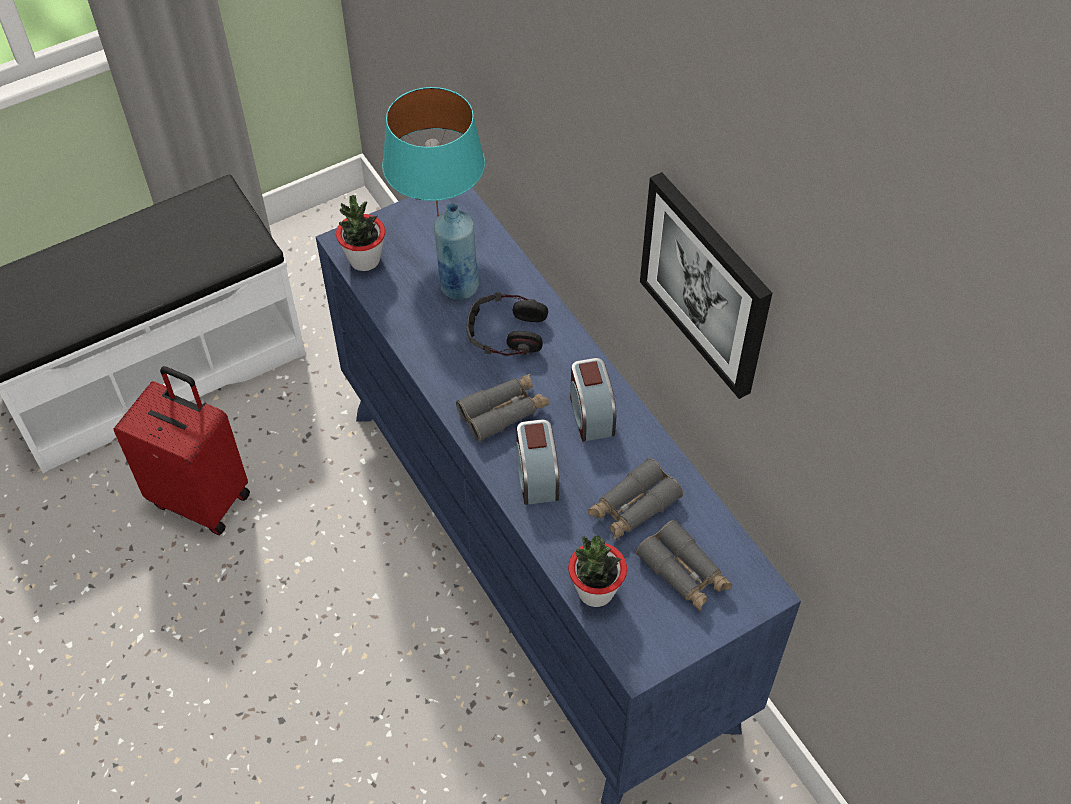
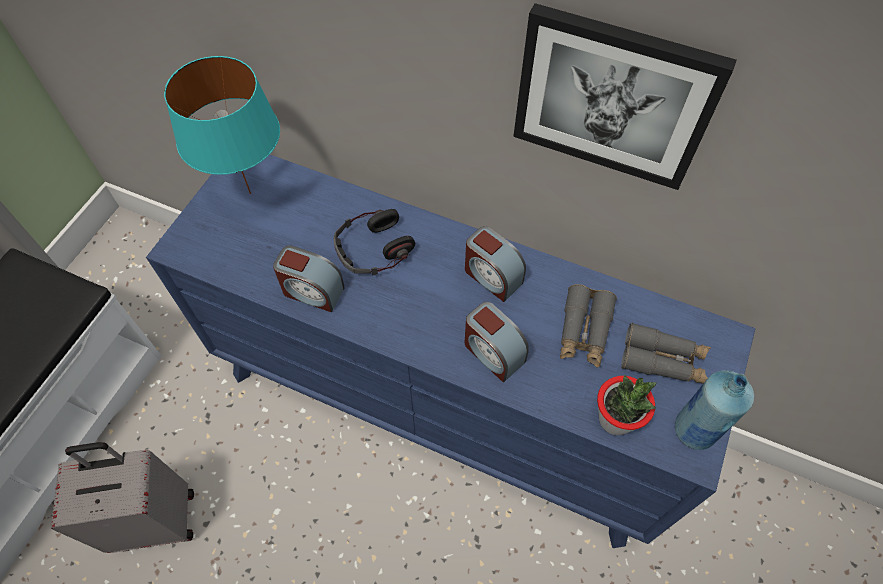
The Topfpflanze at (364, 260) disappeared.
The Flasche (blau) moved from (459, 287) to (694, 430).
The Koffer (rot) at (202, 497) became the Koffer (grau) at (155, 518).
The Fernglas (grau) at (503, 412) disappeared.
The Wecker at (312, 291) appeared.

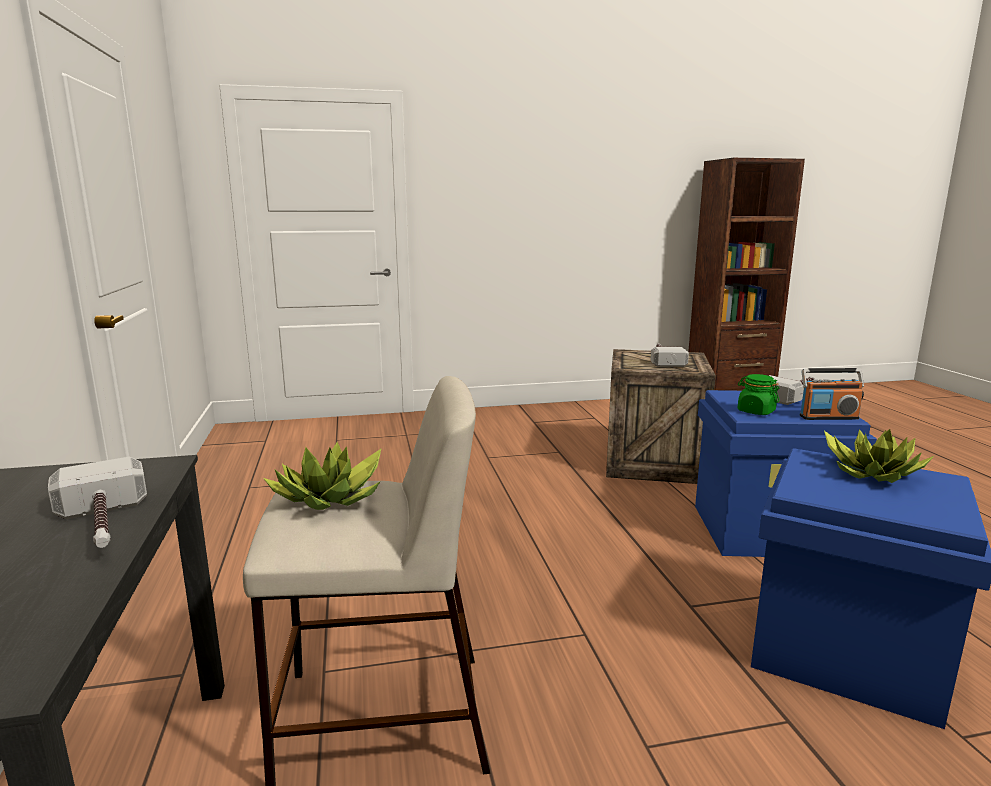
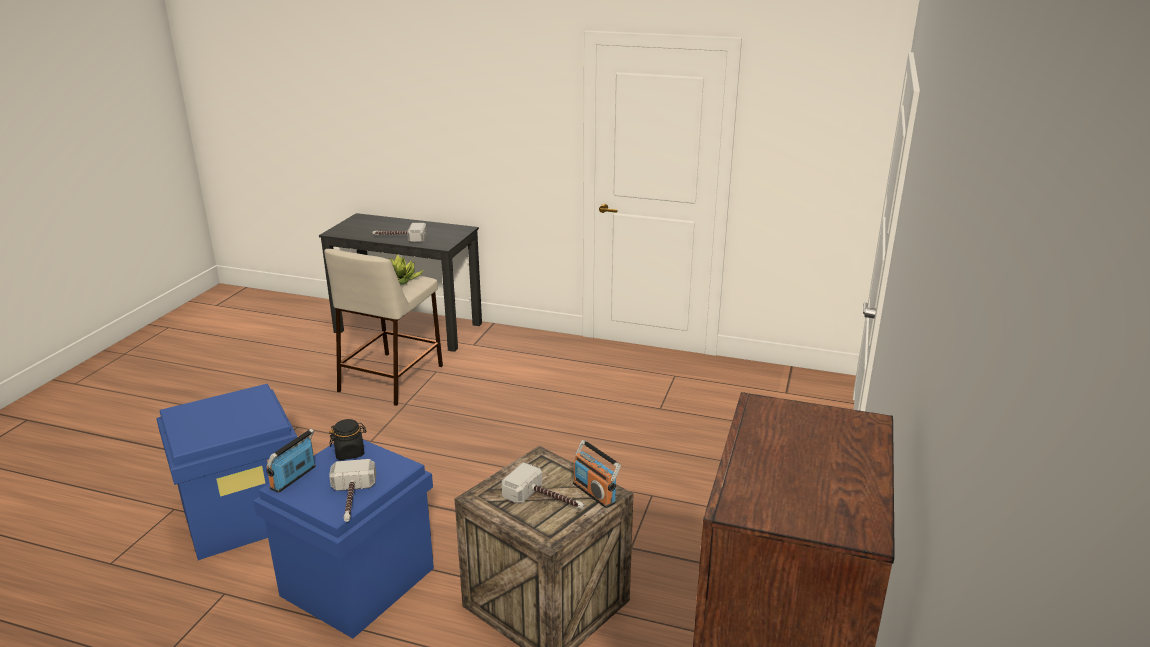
The Vorratsglas (grün) at (755, 411) became the Vorratsglas (schwarz) at (350, 452).
The Topfpflanze at (872, 472) disappeared.
The Radio at (594, 493) appeared.

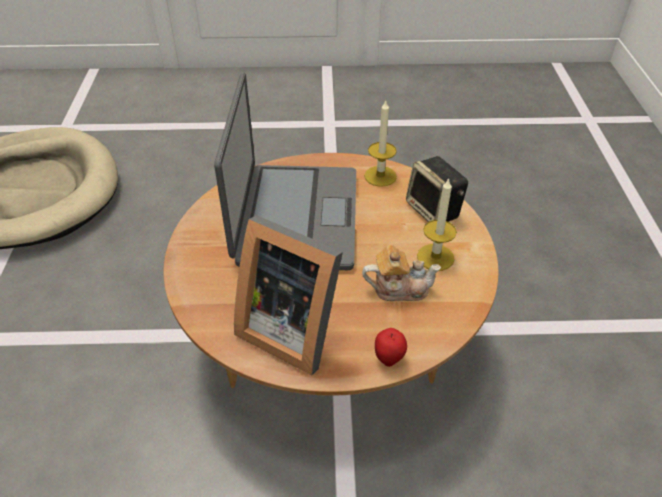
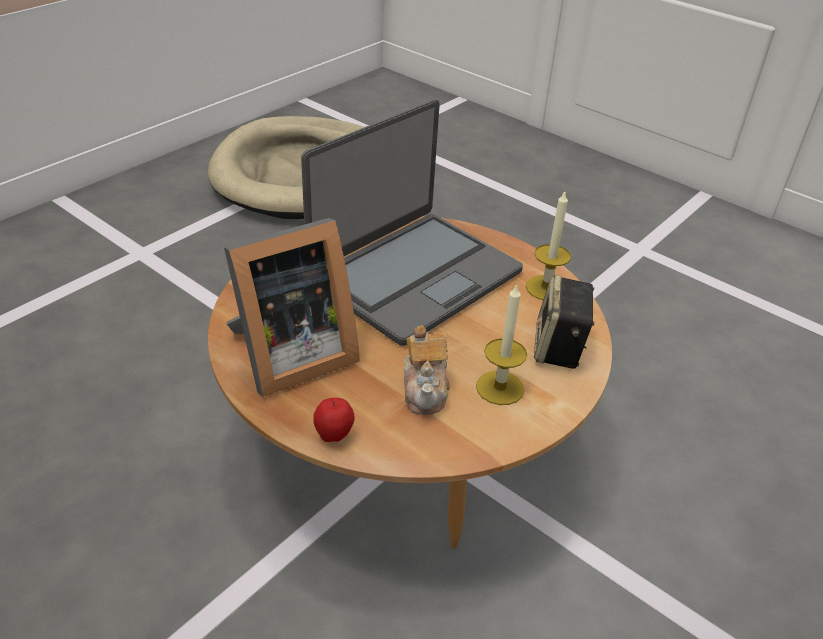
The Bilderrahmen at (291, 328) turned 105 degrees counterclockwise.
The Teekanne at (399, 288) turned 45 degrees clockwise.

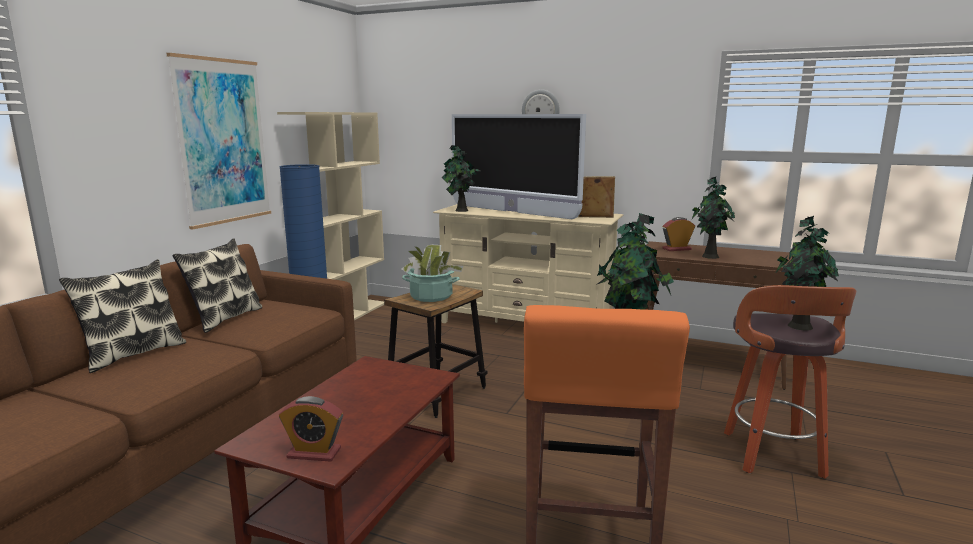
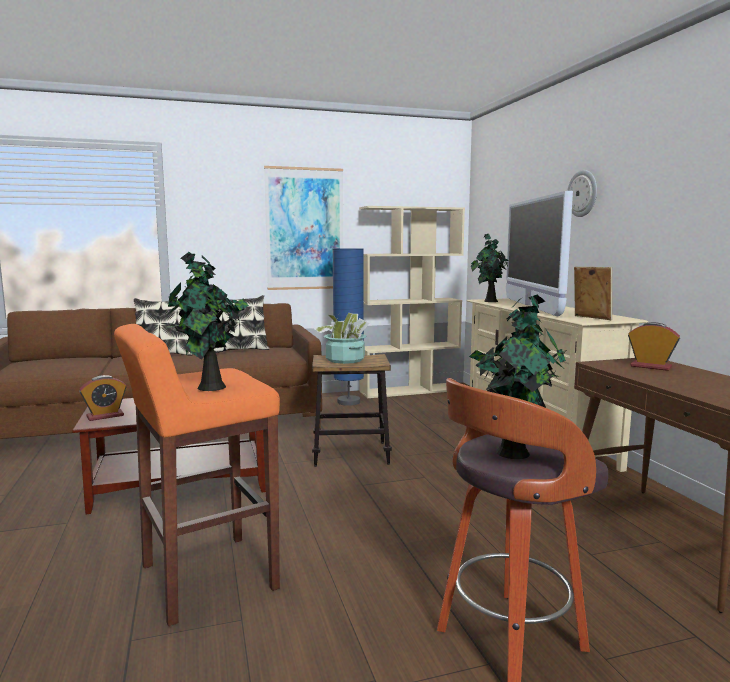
The Topfpflanze at (709, 256) disappeared.
The Wecker at (314, 453) turned 90 degrees counterclockwise.

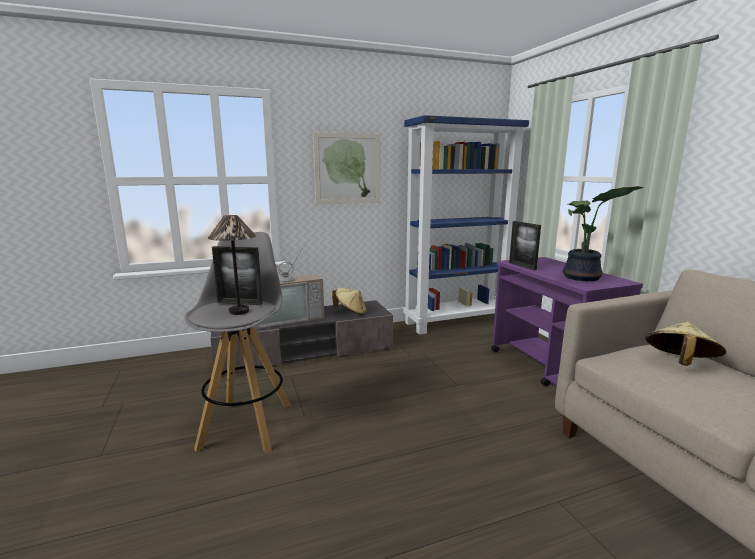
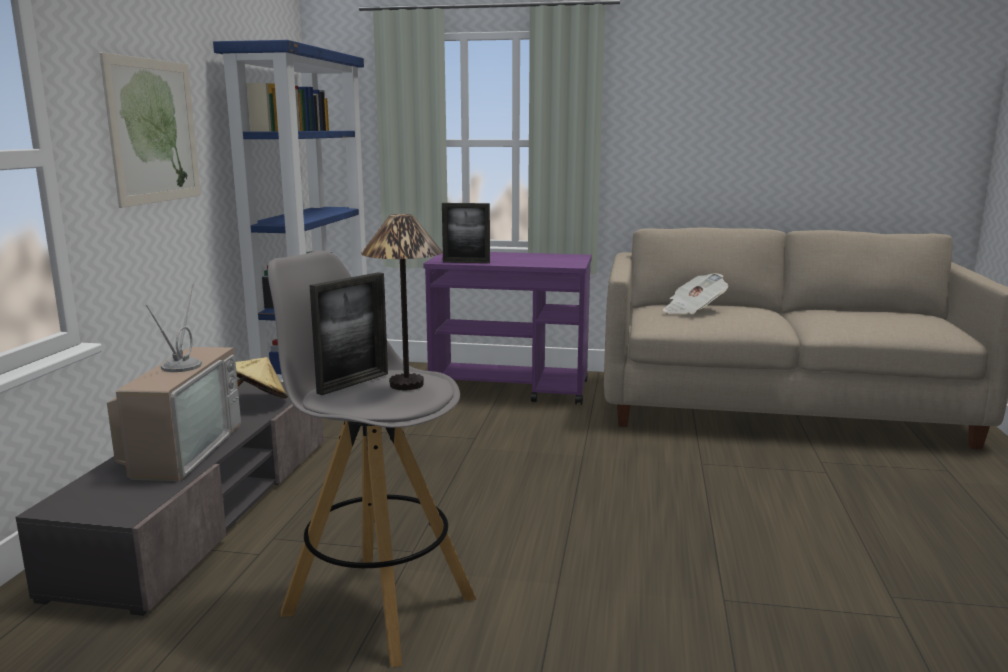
The Topfpflanze at (582, 278) disappeared.
The Hut (beige) at (679, 363) was replaced by the Zeitung at (693, 310).

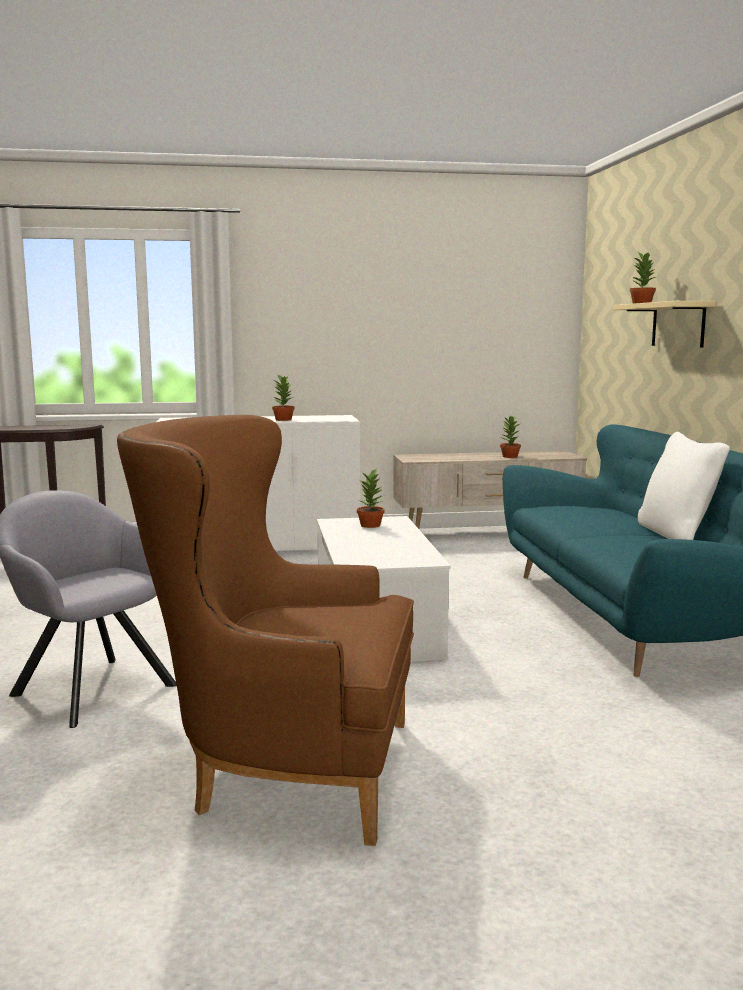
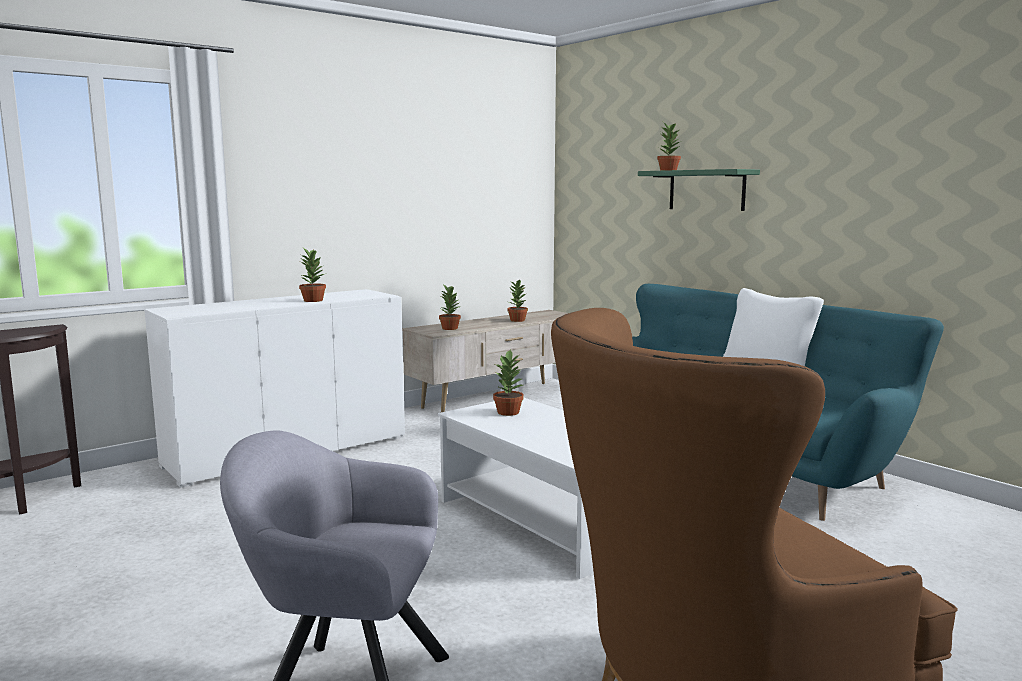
The Wandregal (beige) at (678, 324) became the Wandregal (grün) at (706, 190).
The Topfpflanze at (449, 328) appeared.

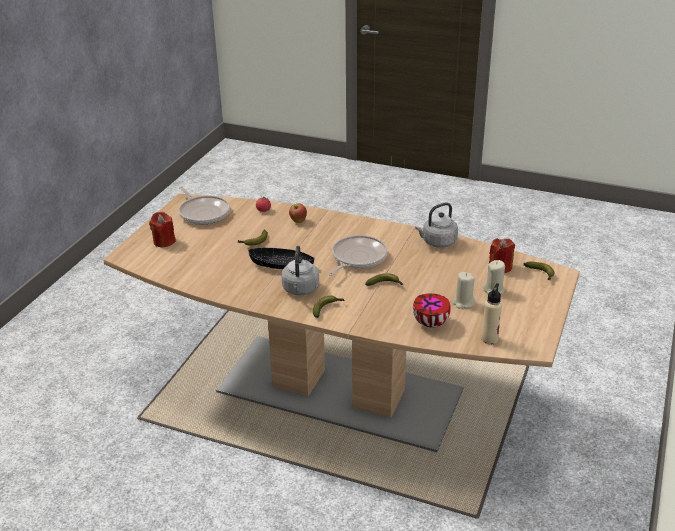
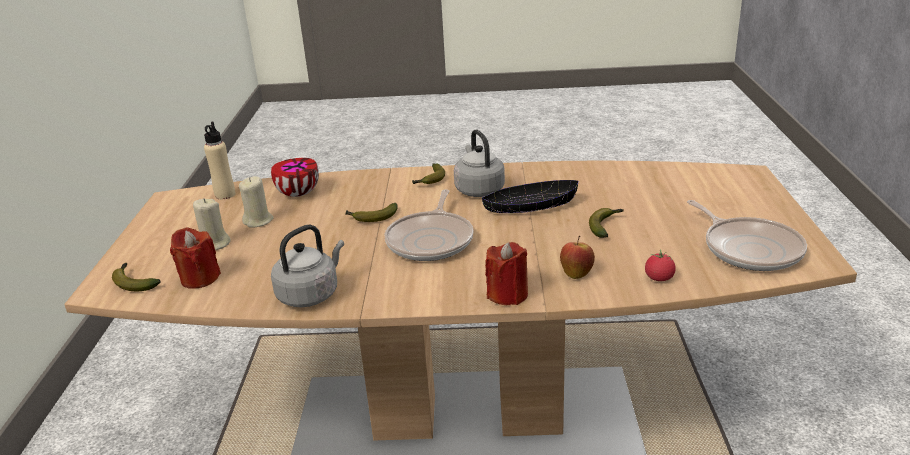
The Pfanne at (203, 213) turned 150 degrees counterclockwise.
The Kerze (rot) moved from (164, 241) to (507, 295).

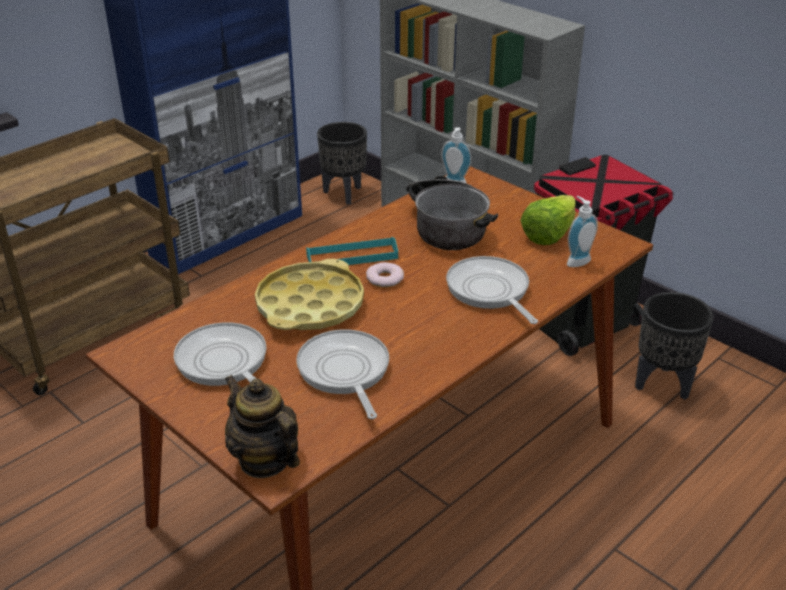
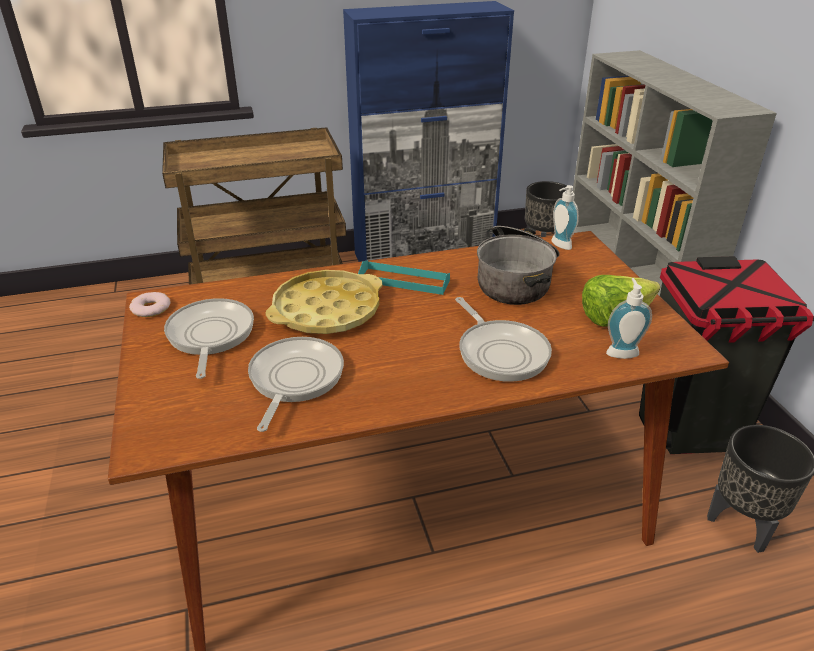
The Pfanne at (489, 291) turned 150 degrees clockwise.
The Donut moved from (384, 278) to (151, 308).
The Teekanne at (264, 460) disappeared.

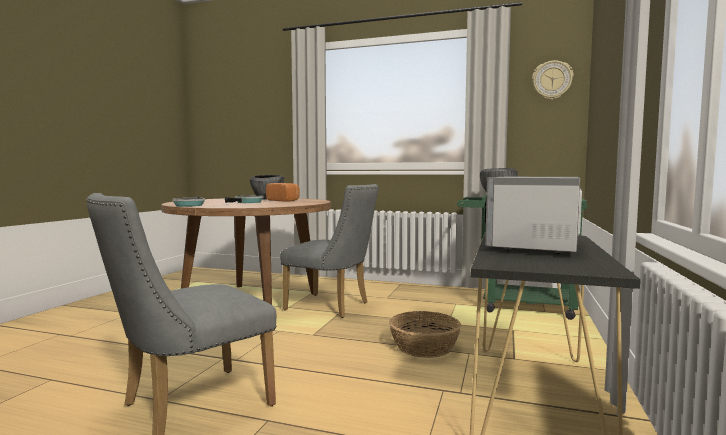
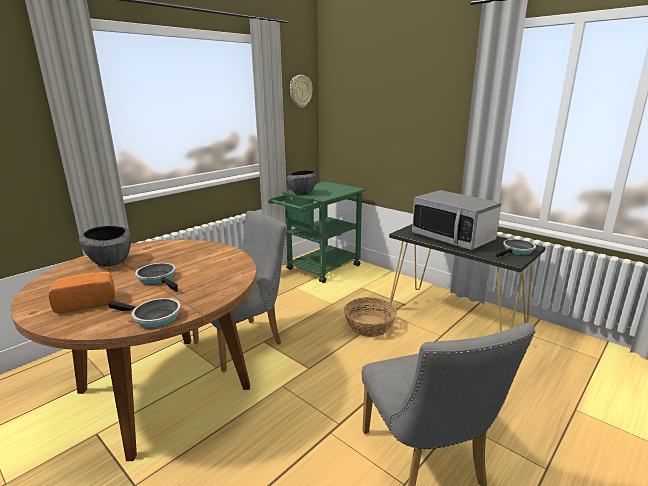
The Brot moved from (284, 200) to (87, 303).
The Pfanne at (516, 251) appeared.

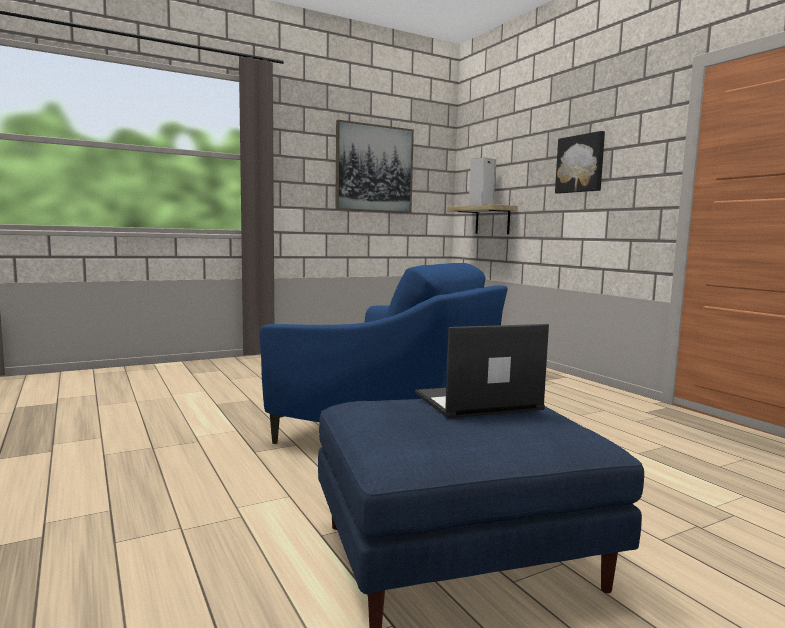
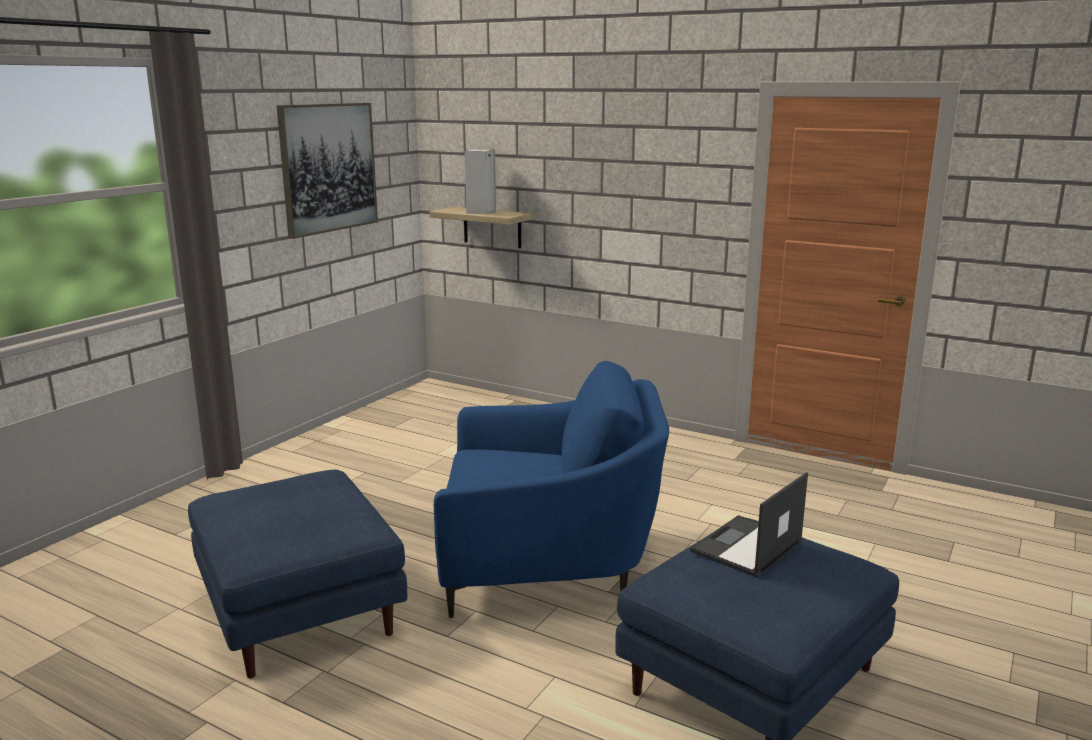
The Bild at (580, 164) disappeared.
The Polsterhocker (blau) at (300, 610) appeared.

